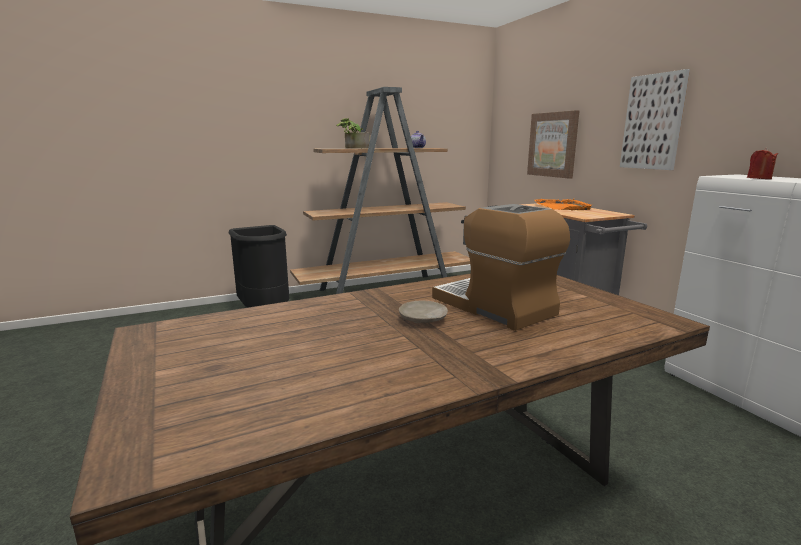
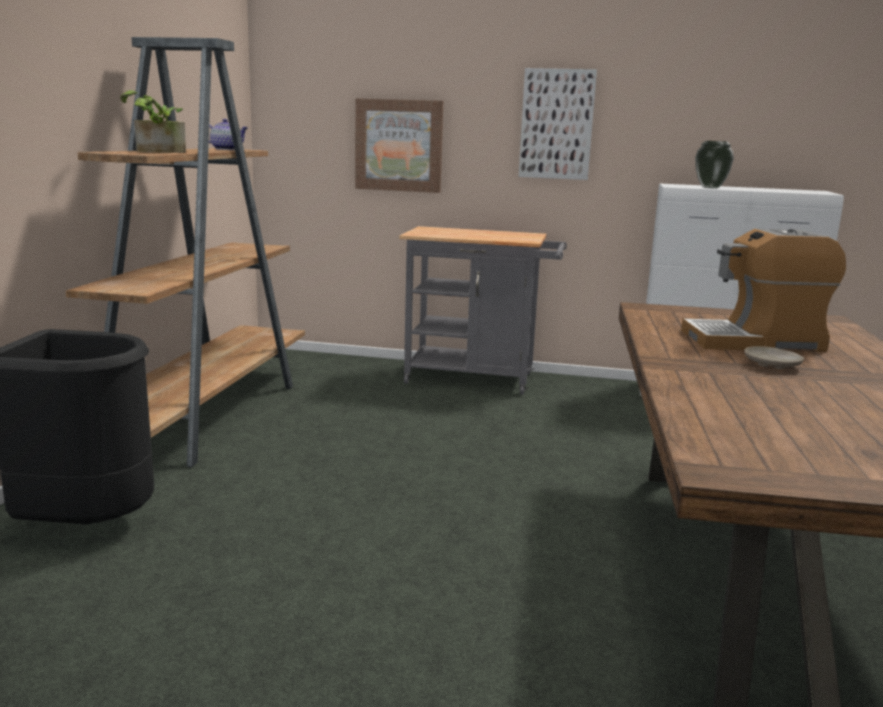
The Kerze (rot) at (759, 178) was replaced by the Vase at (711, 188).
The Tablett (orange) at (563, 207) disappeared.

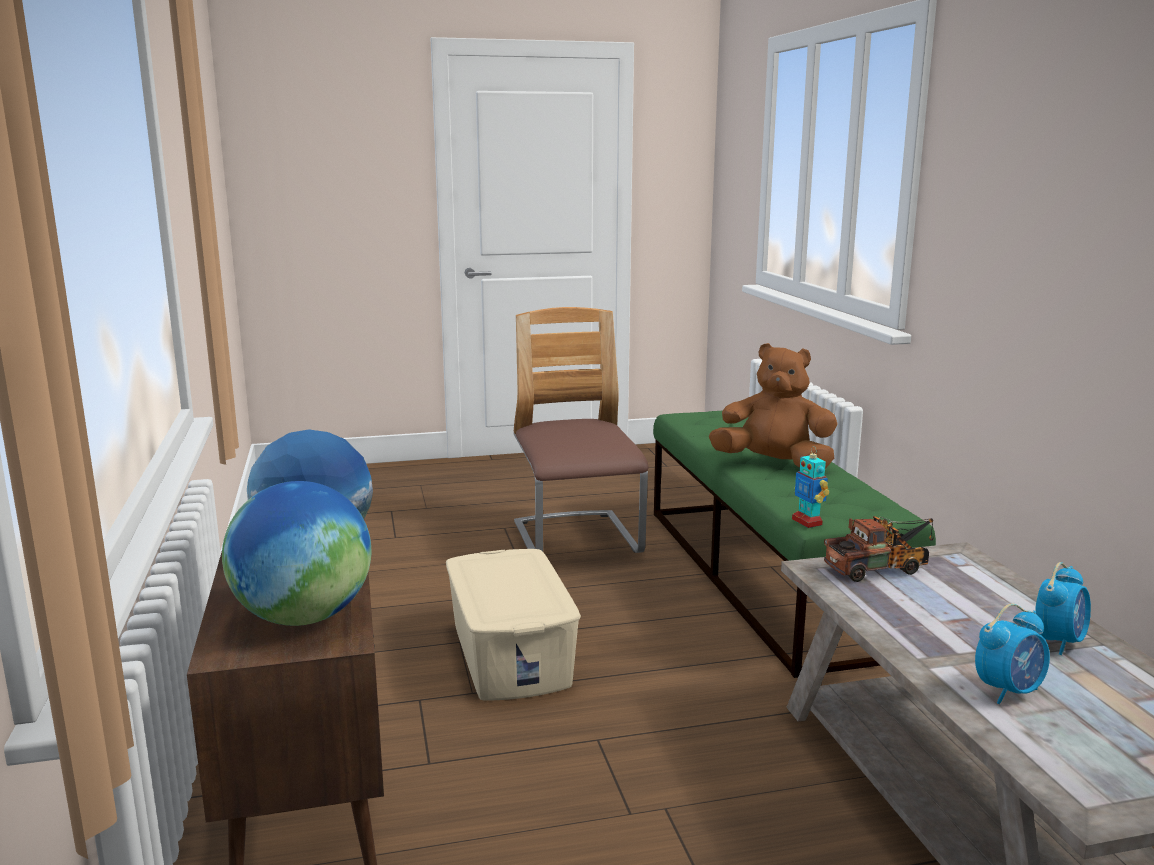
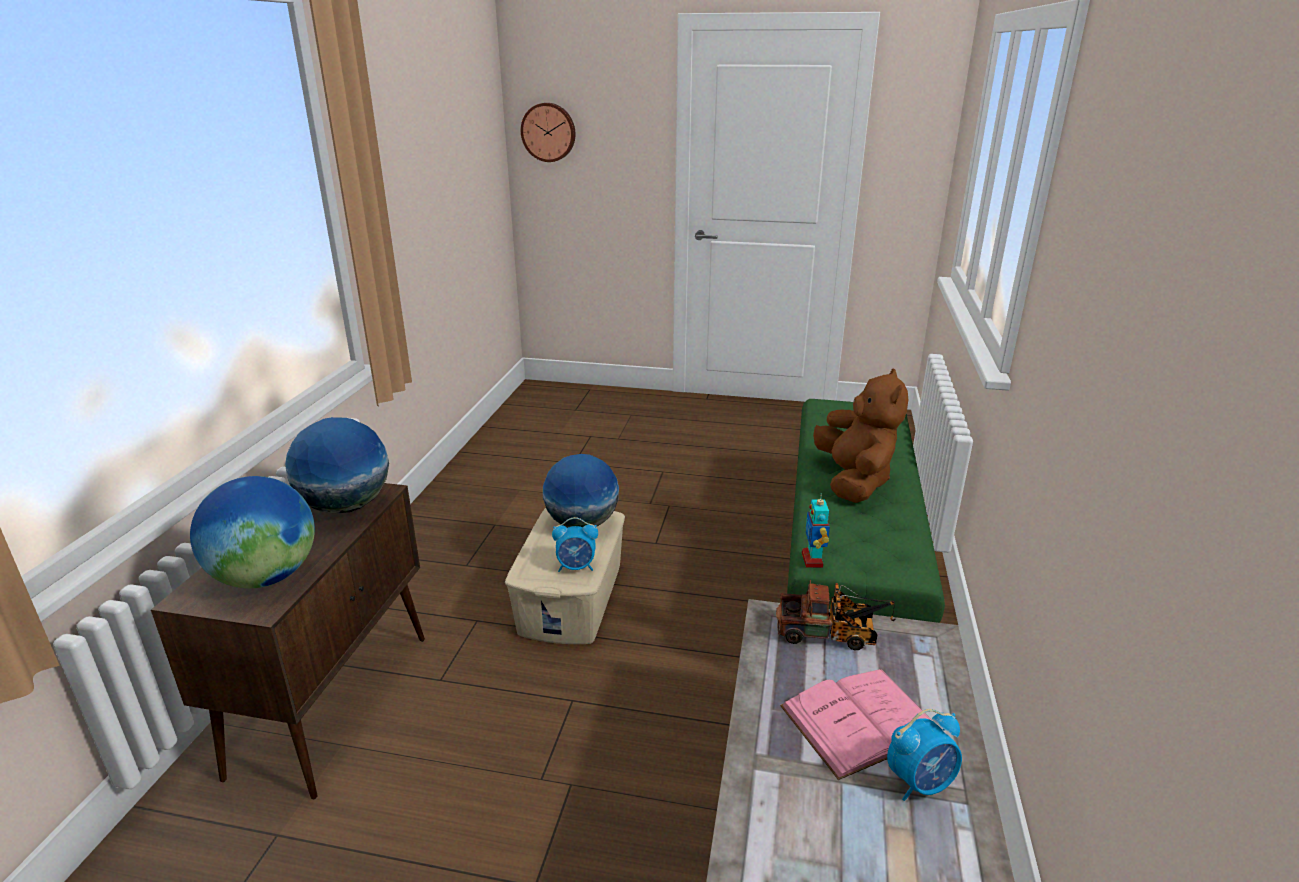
The Stuhl at (576, 540) disappeared.
The Plüschtier (braun) at (774, 464) turned 45 degrees clockwise.
The Wecker moved from (1008, 691) to (576, 567).
The Wanduhr at (549, 132) appeared.
The Globus at (582, 524) appeared.
The Buch (rosa) at (861, 721) appeared.

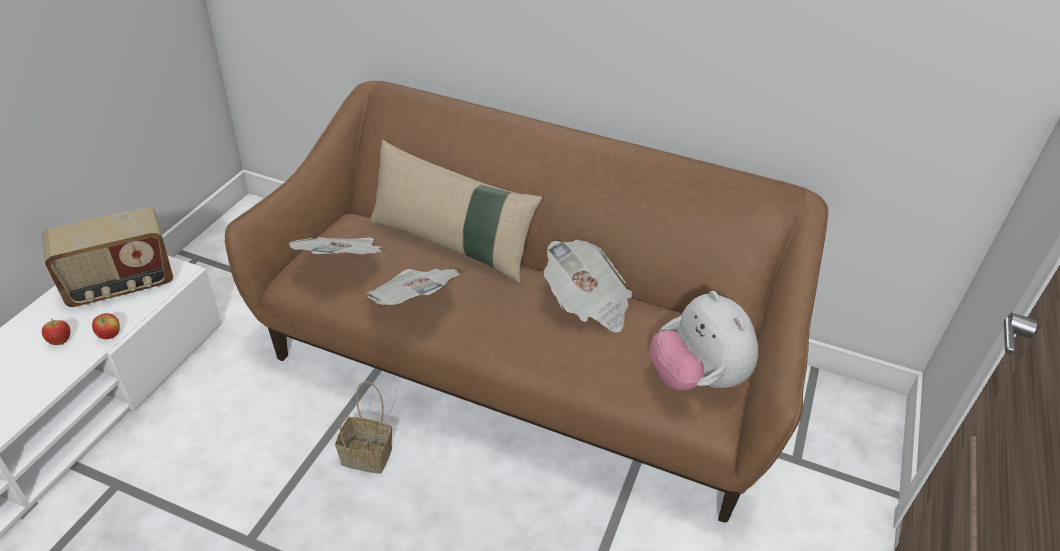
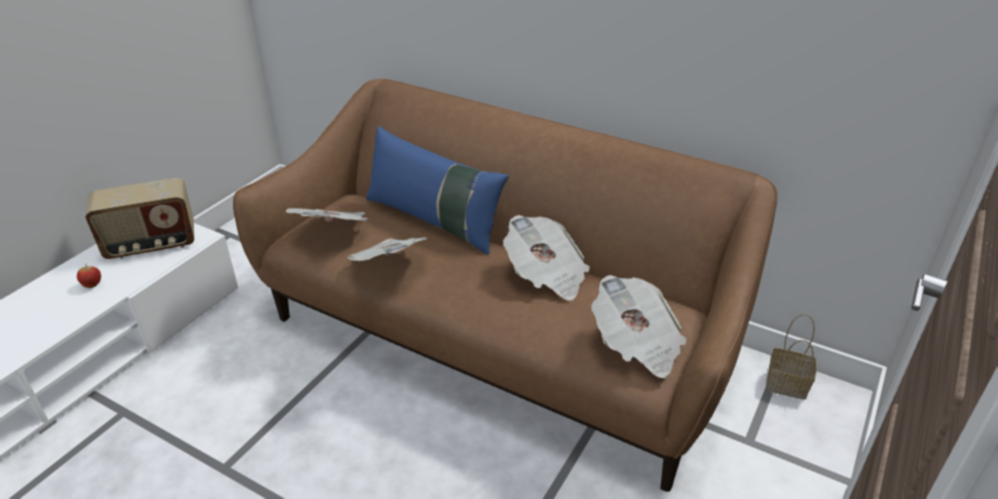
The Kissen (beige) at (452, 244) became the Kissen (blau) at (434, 220).
The Plüschtier at (696, 379) was replaced by the Zeitung at (637, 344).
The Apfel at (110, 335) disappeared.
The Korb moved from (368, 455) to (788, 384).

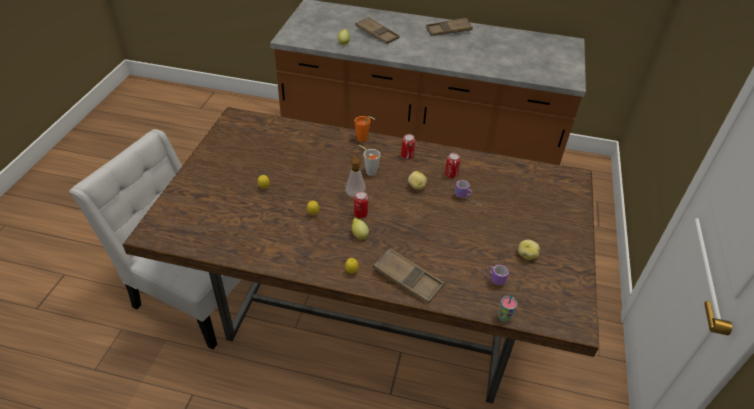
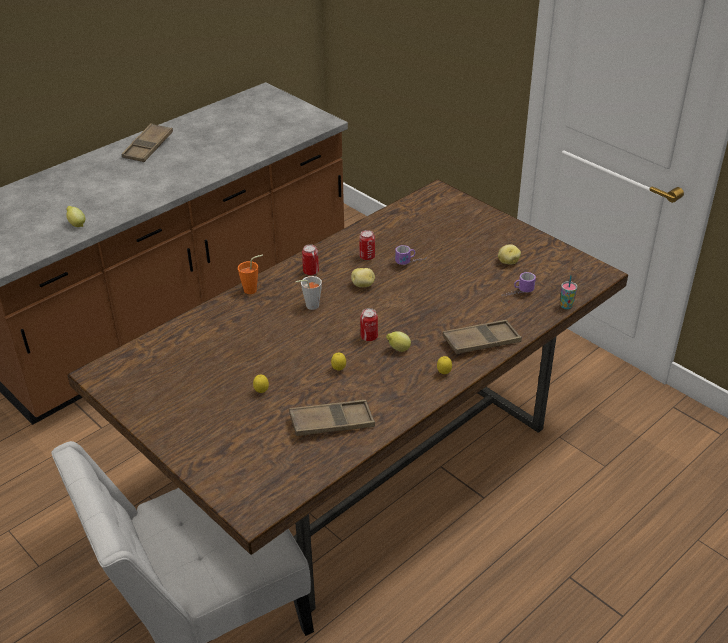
The Tablett (braun) moved from (377, 34) to (332, 422).
The Seifenspender at (355, 193) disappeared.

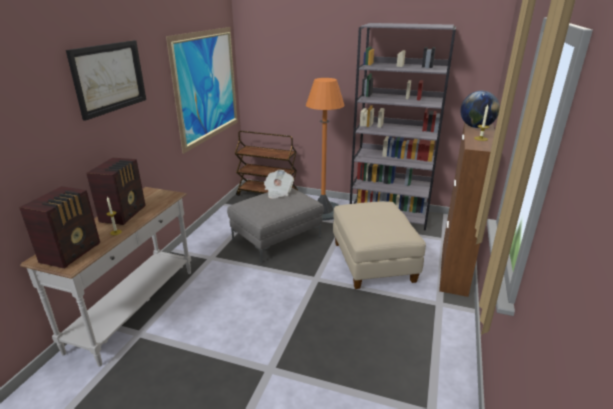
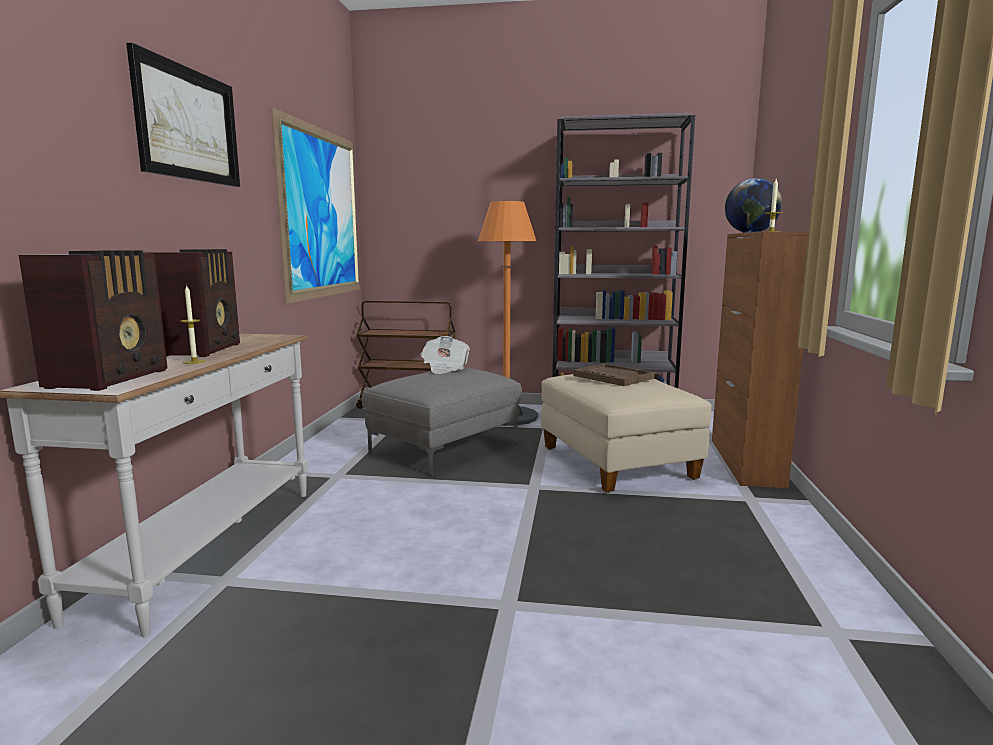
The Tablett (braun) at (612, 377) appeared.

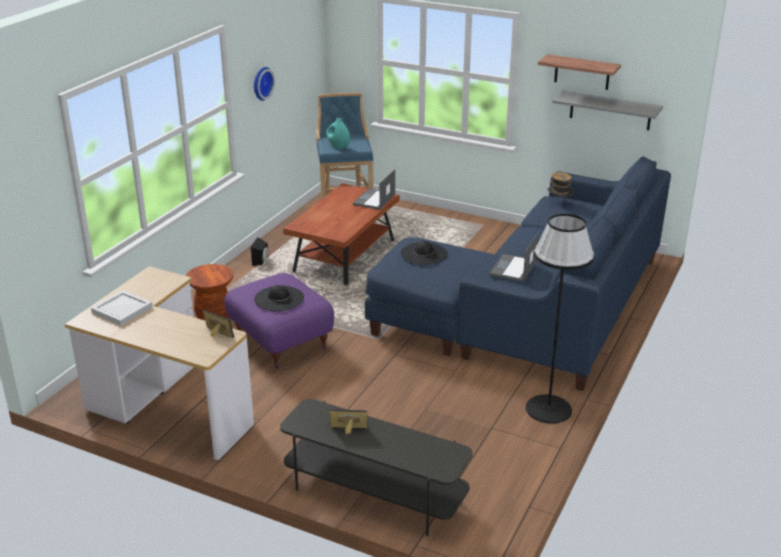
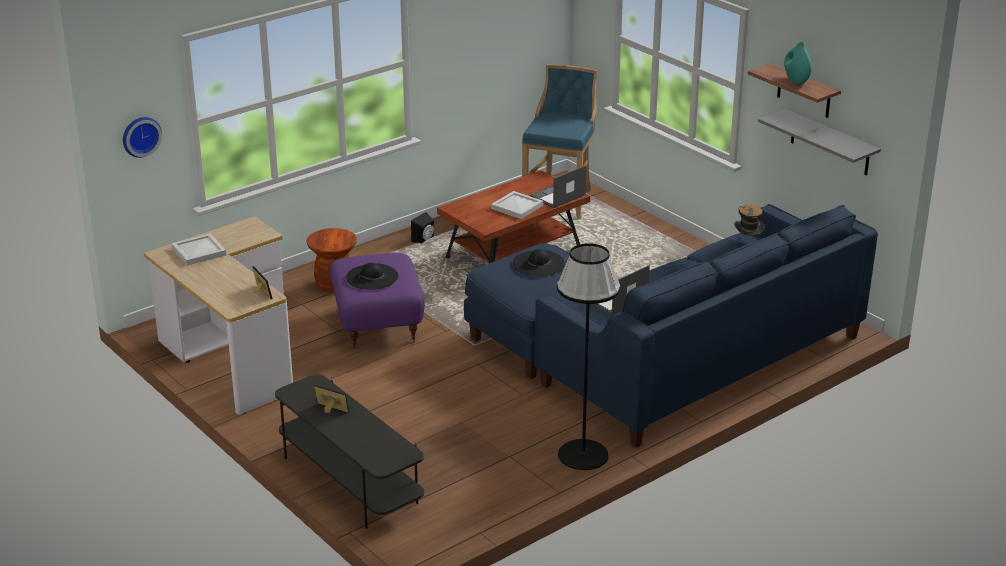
The Wanduhr moved from (261, 83) to (140, 136).
The Vase (türkis) moved from (338, 147) to (796, 81).
The Tablett (weiß) at (517, 207) appeared.

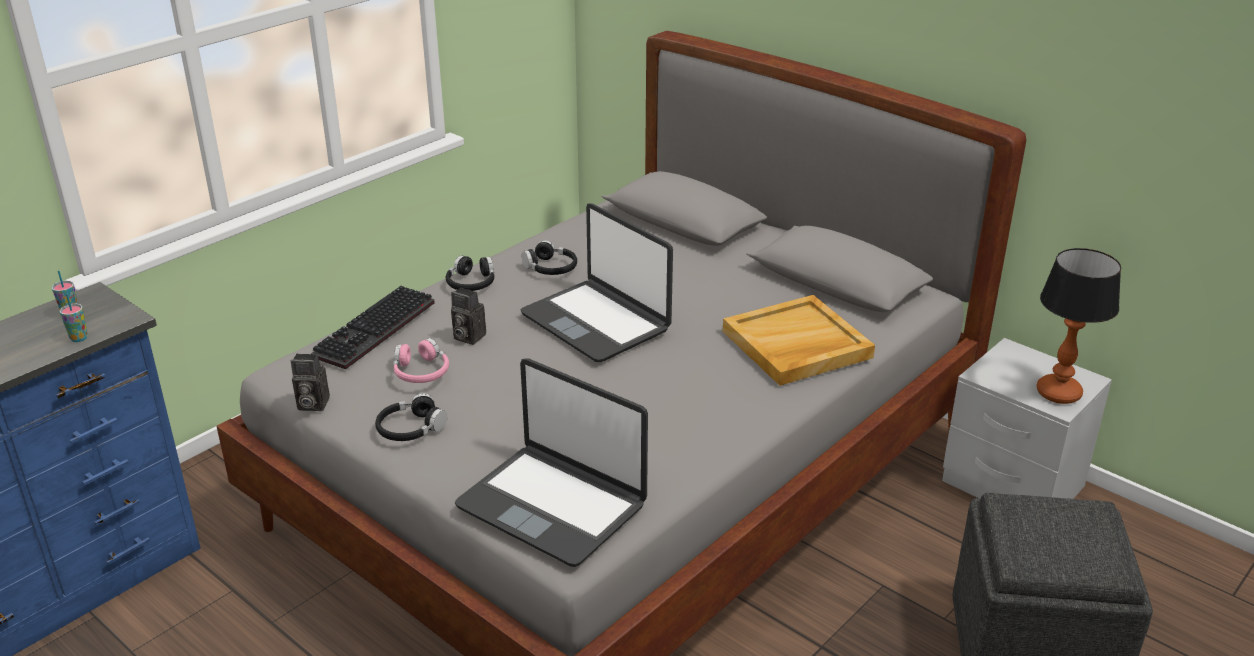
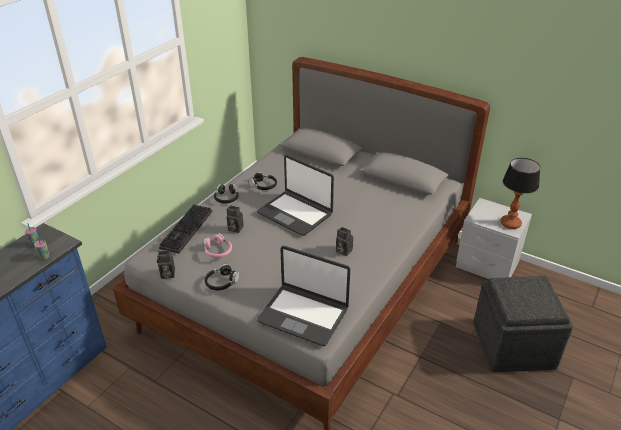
The Tablett (beige) at (796, 345) disappeared.
The Kamera at (342, 251) appeared.

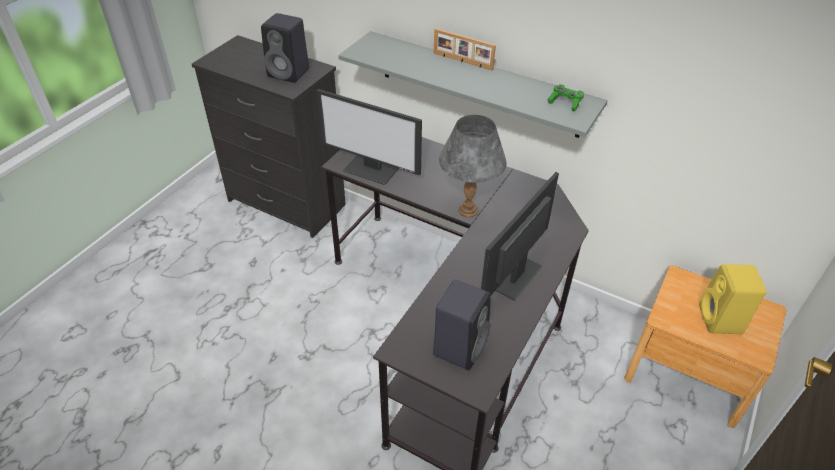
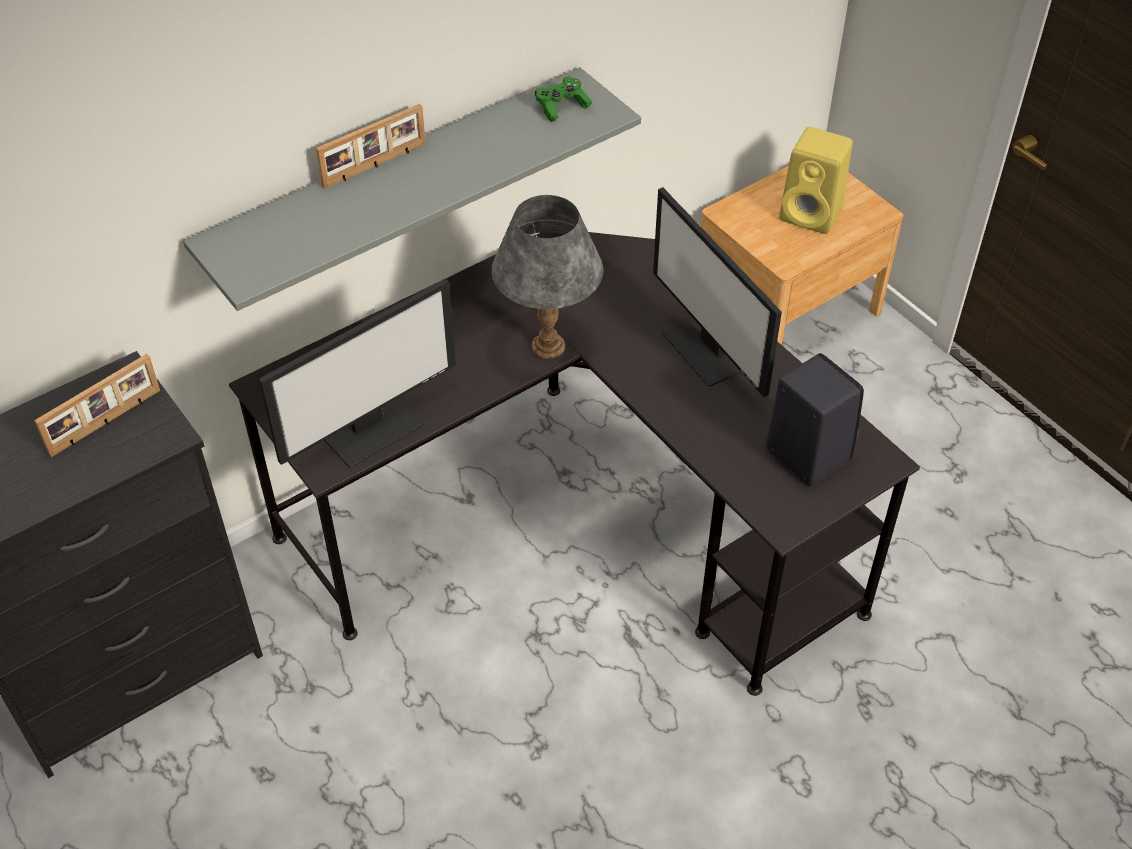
The Lautsprecher (schwarz) at (290, 73) was replaced by the Bilderrahmen at (106, 423).

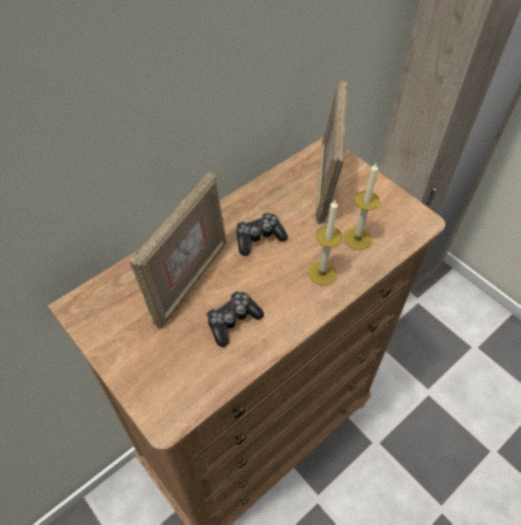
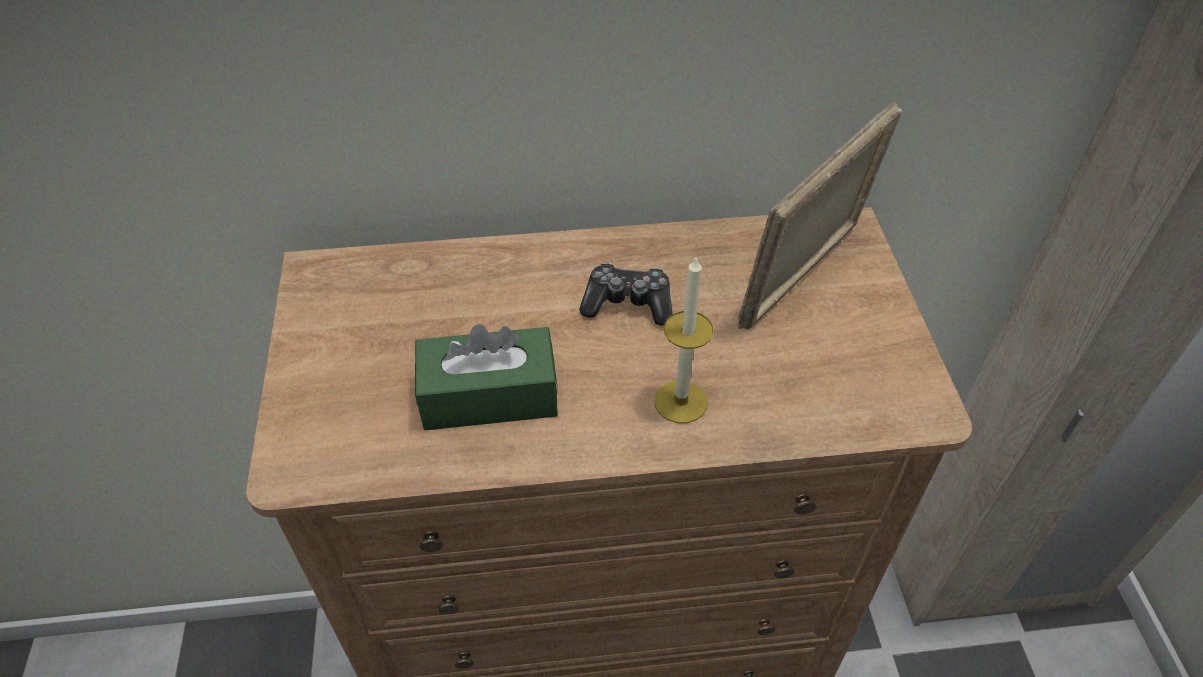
The Kerze at (357, 238) disappeared.
The Bilderrahmen at (189, 280) disappeared.
The Gamepad at (232, 321) was replaced by the Taschentuchbox (grün) at (489, 396).

